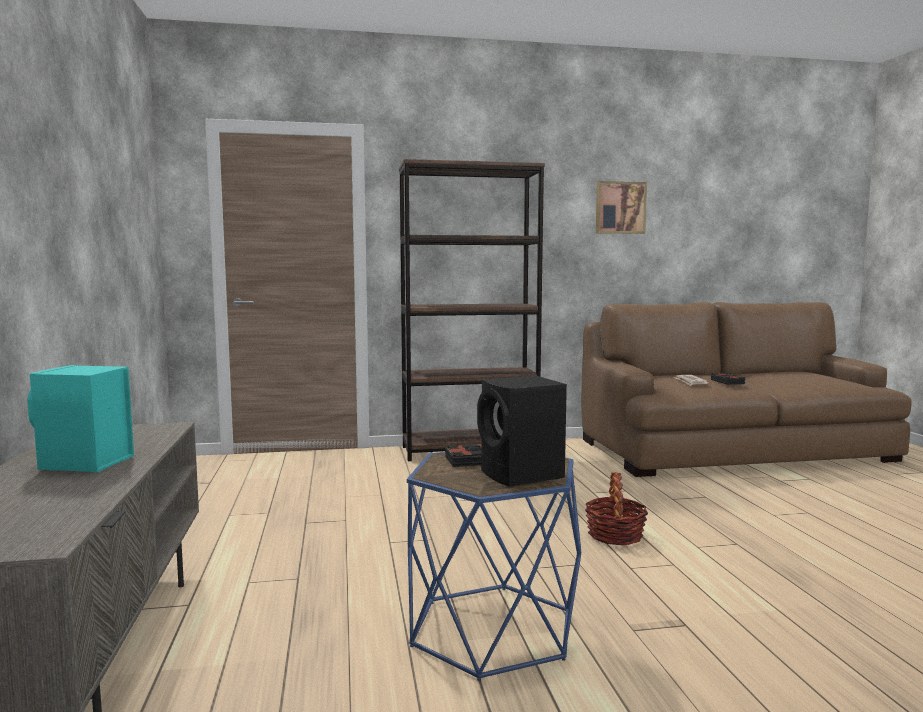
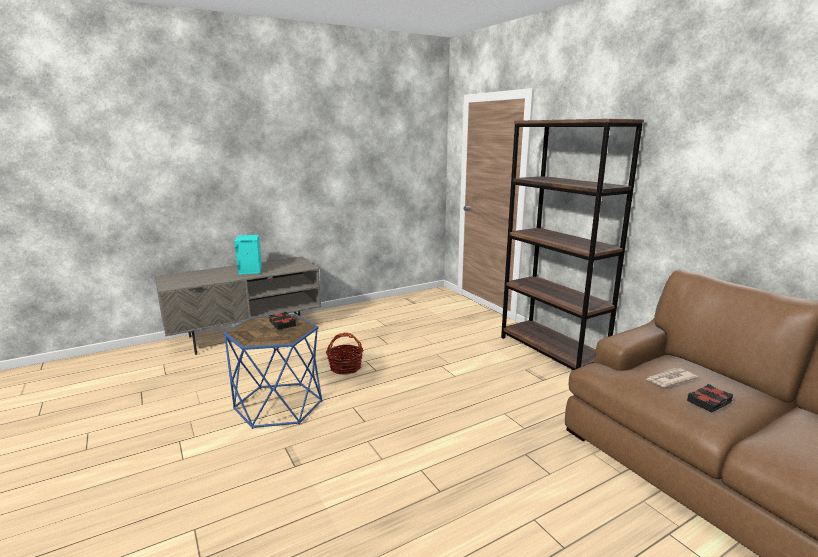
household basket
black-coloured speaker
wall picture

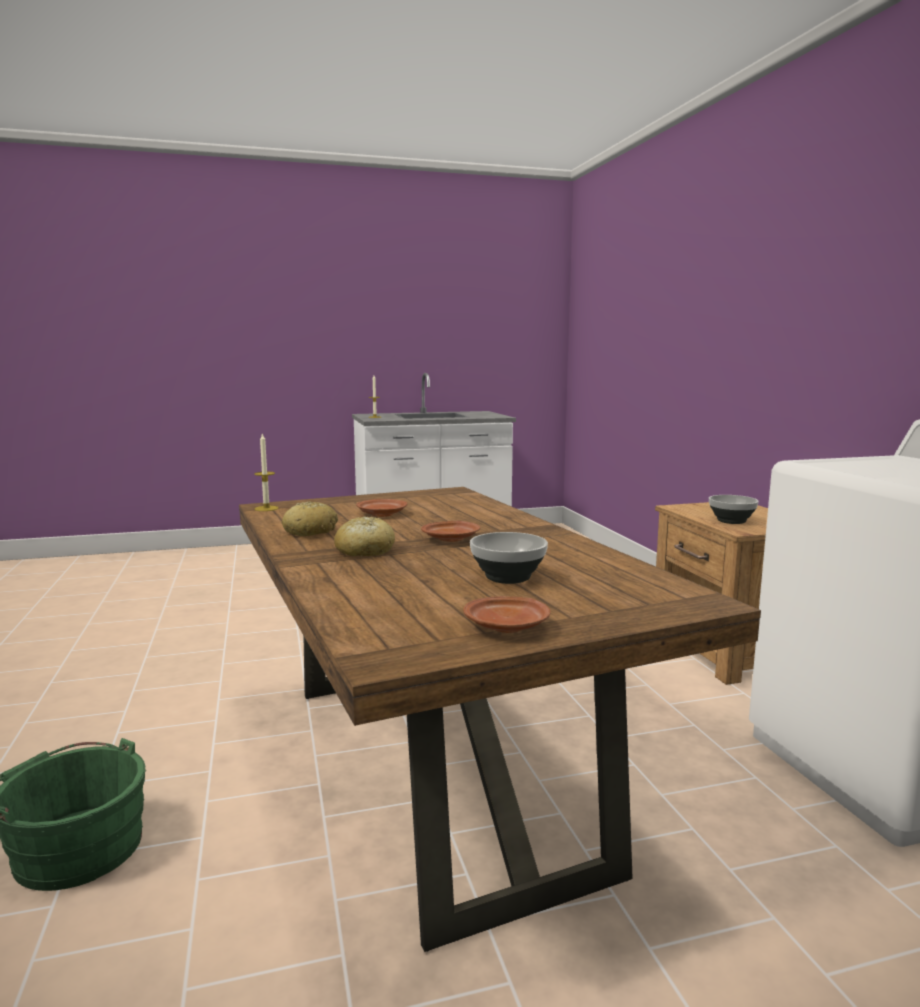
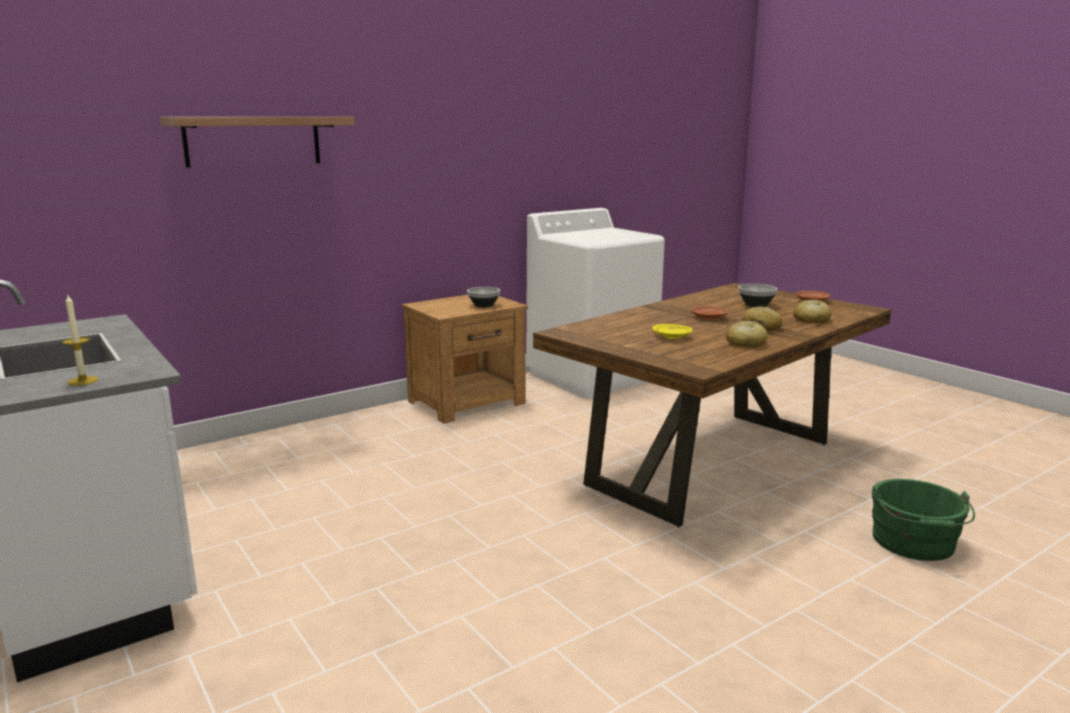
bracket shelf
yellow flat dish
bread (3rd from left)
candle (1st from left in the first image)

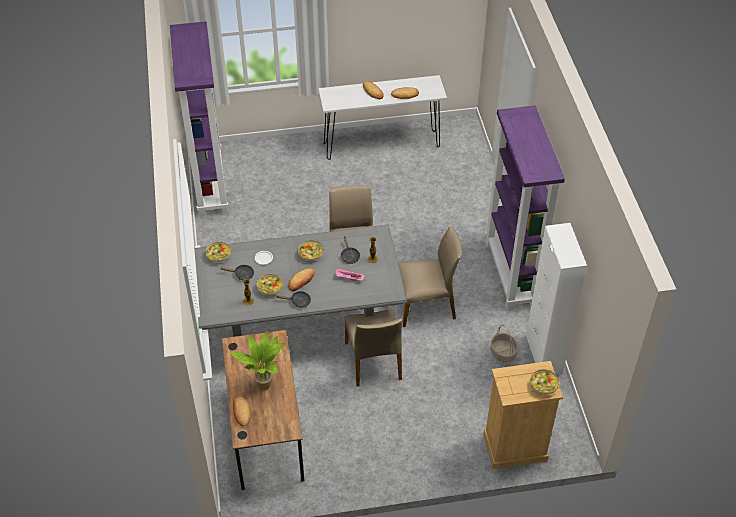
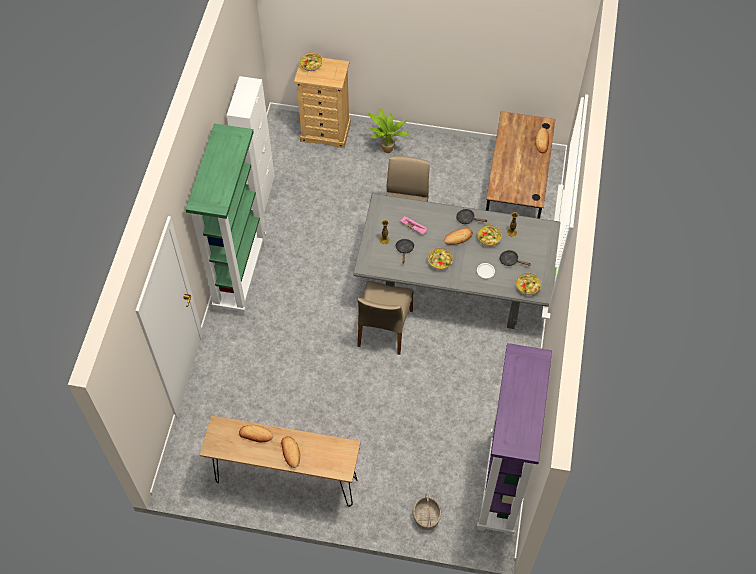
green bookshelf
brown-coloured console table
plant in a pot
household basket
beige chair (3rd from left in the first image)

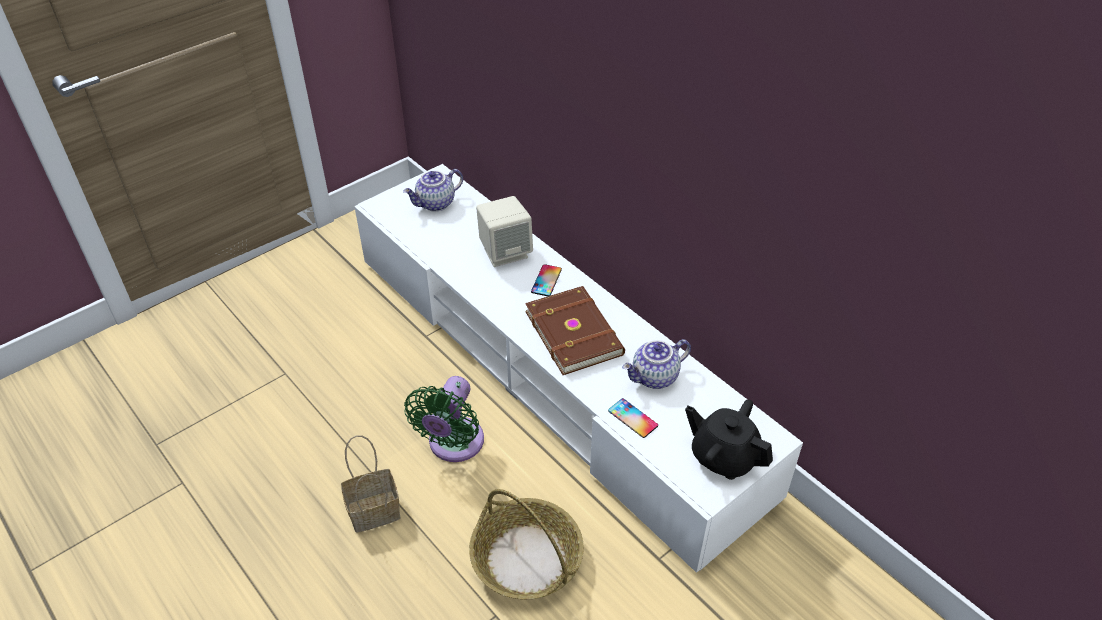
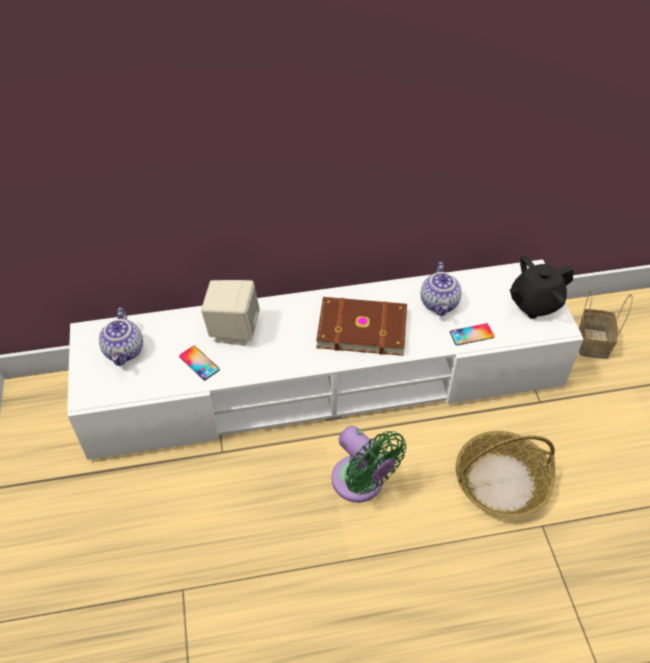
telephone (1st from left)
household basket (2nd from left)

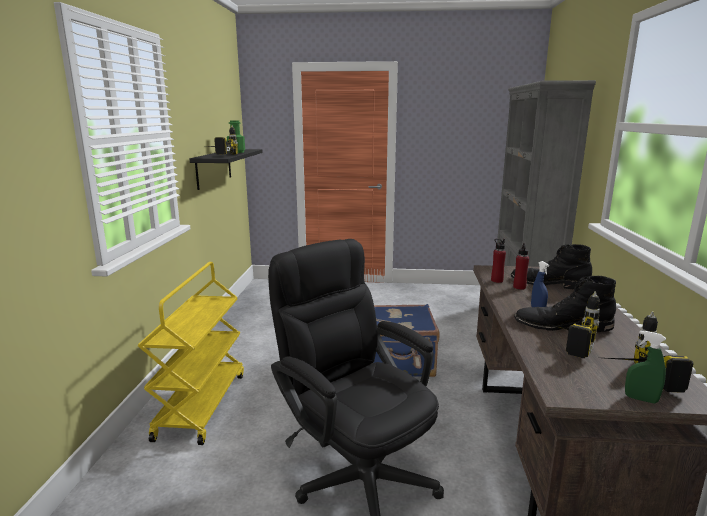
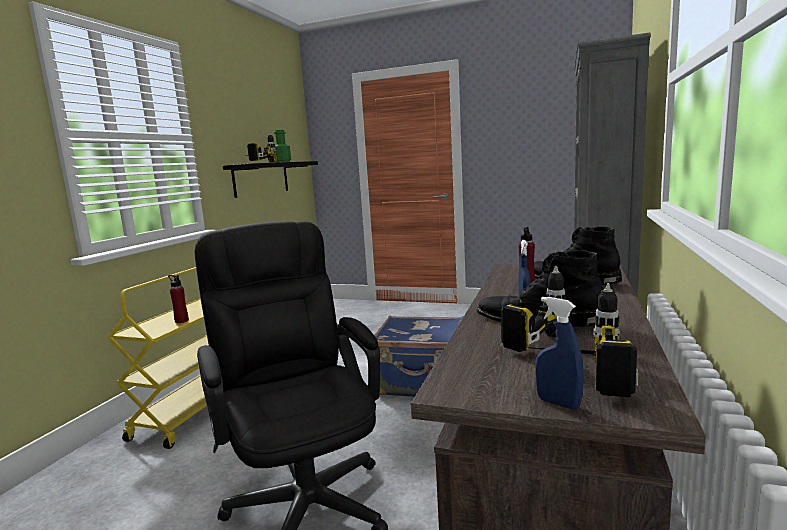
red bottle (1st from left)
blue-coloured sprayer (2nd from left)

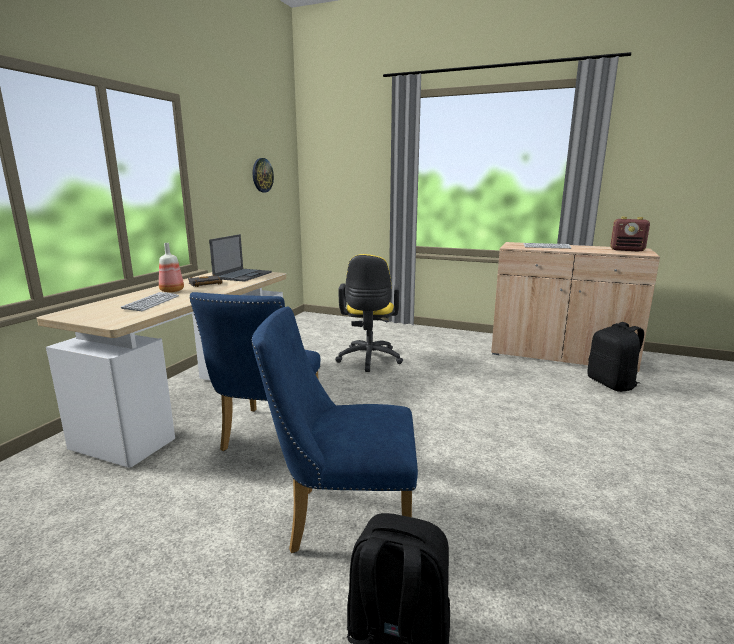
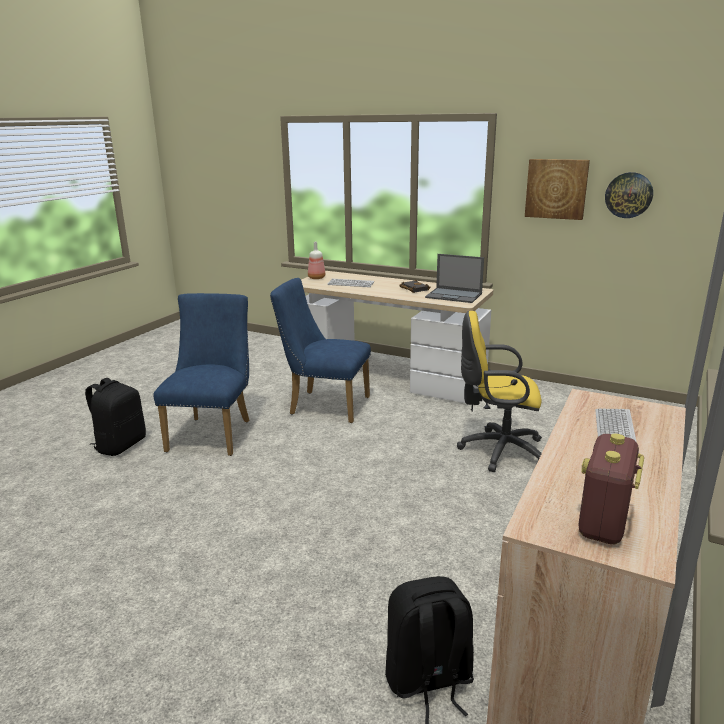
bottle
wall picture

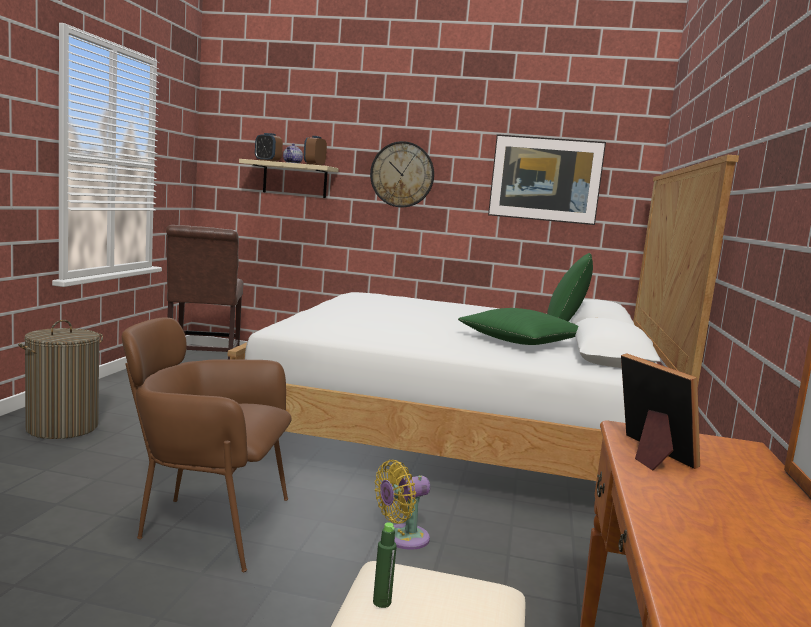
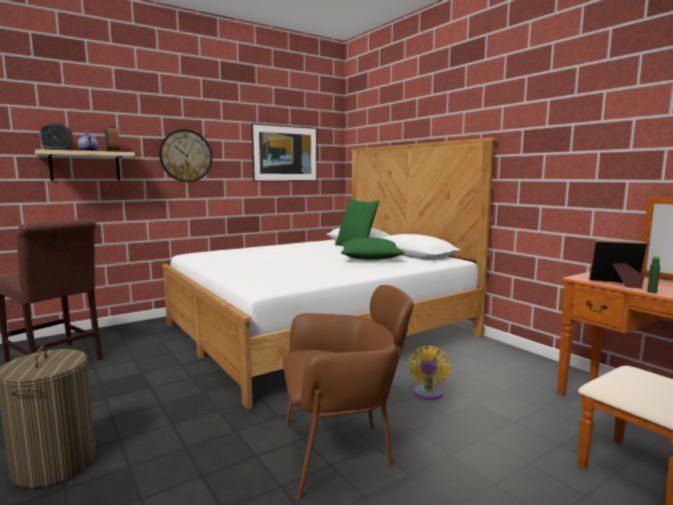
brown-coloured lounge chair
green bottle

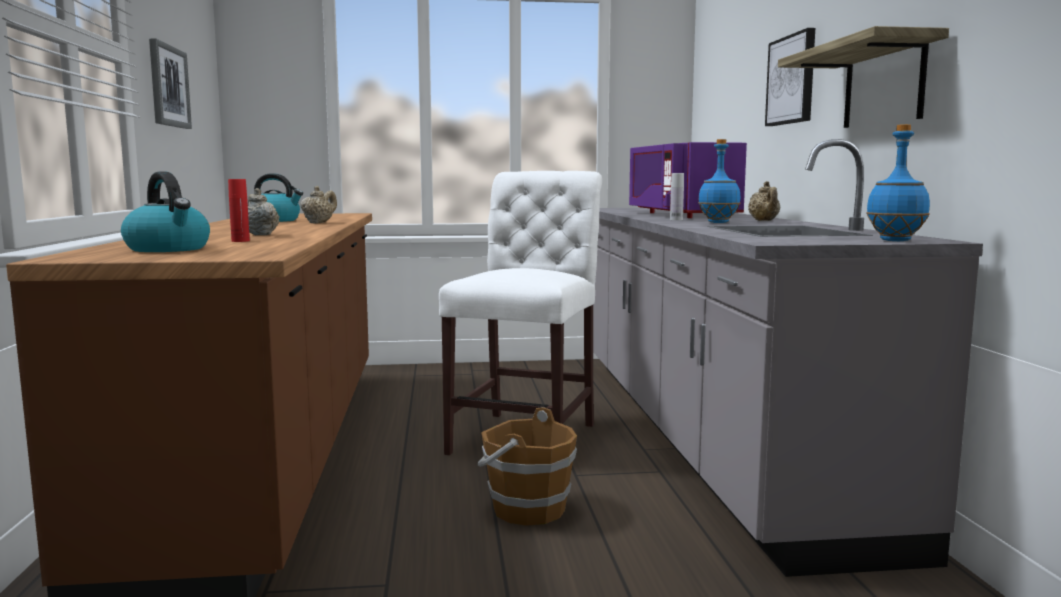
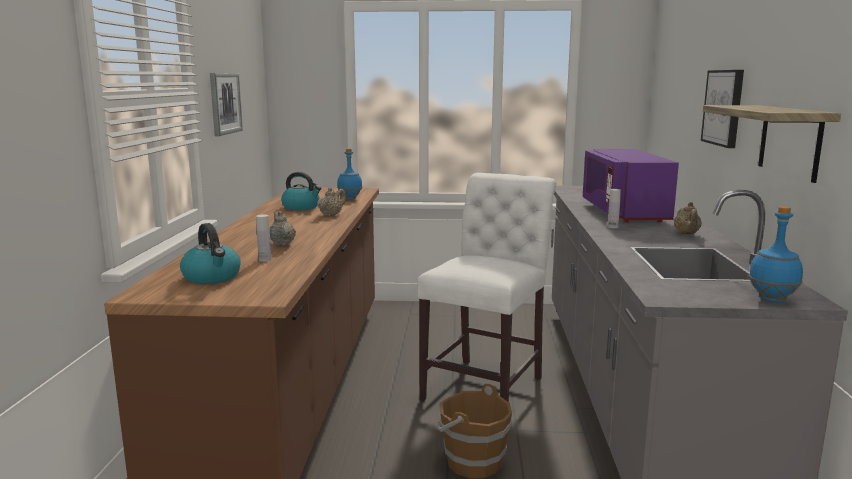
white bottle (1st from left)
blue-coloured bottle (1st from left)

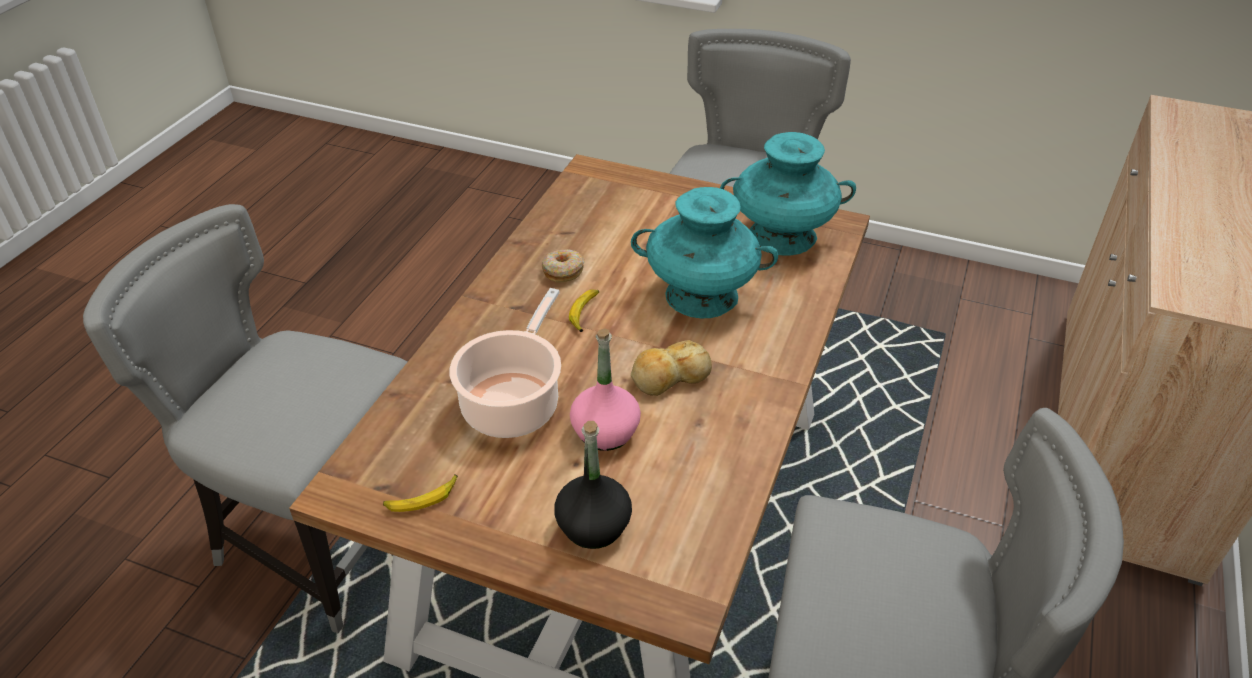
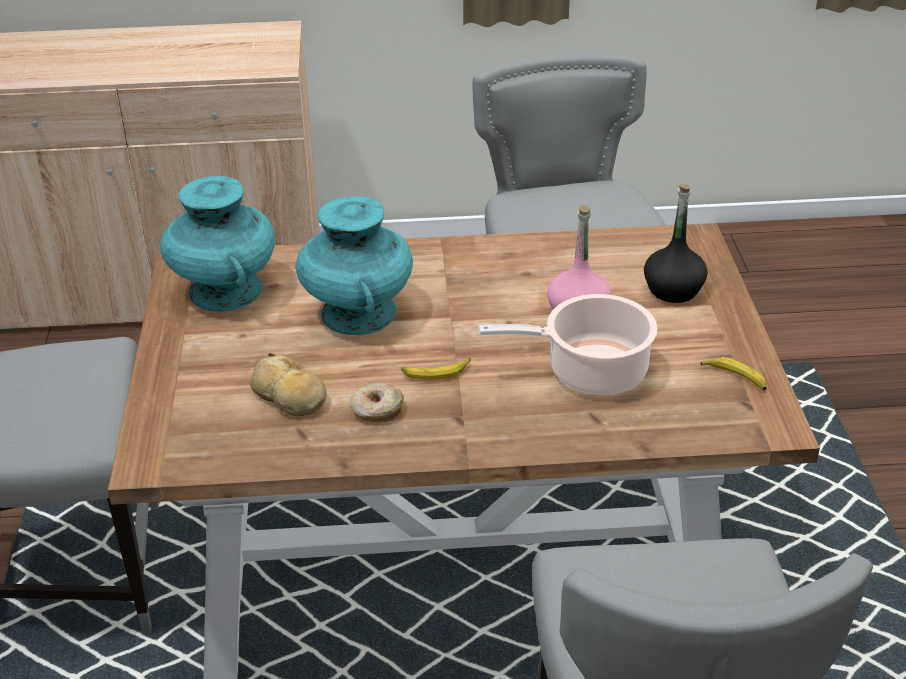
bread

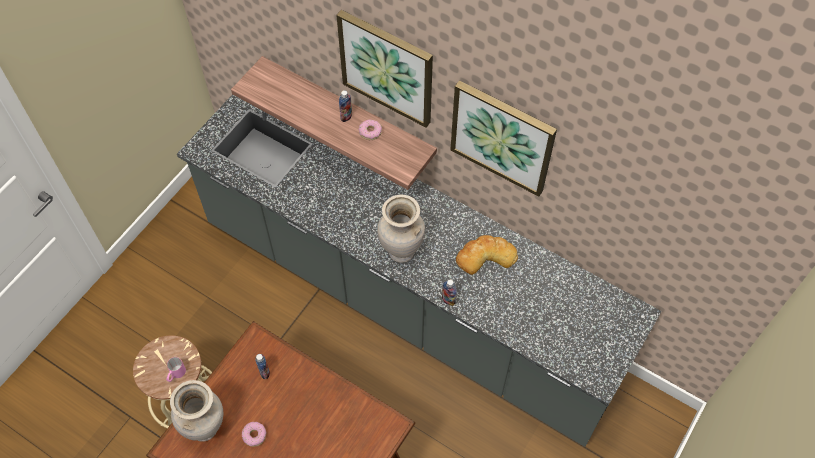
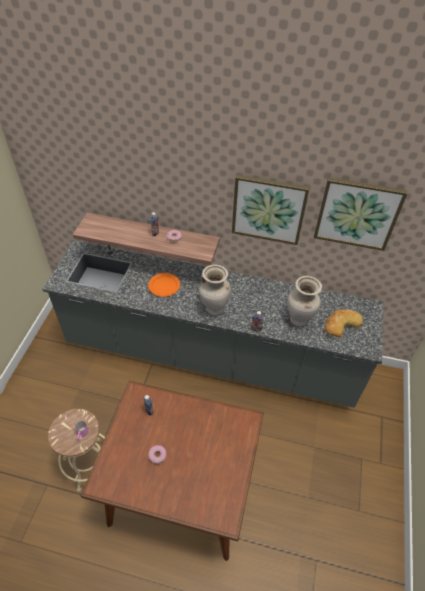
orange-coloured flat dish
beige vase (2nd from left)
wall picture (2nd from left)
bread

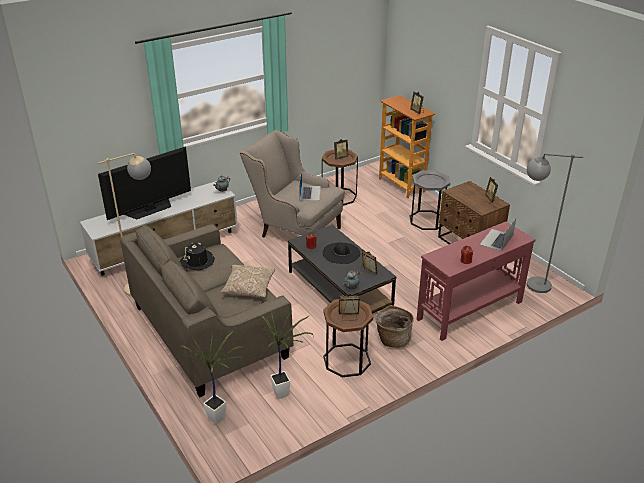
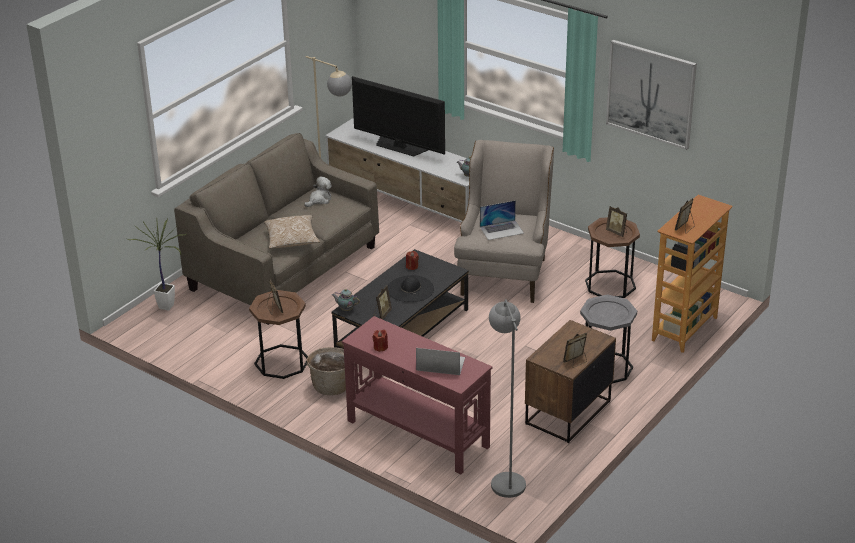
plush toy
wall picture
plant in a pot (2nd from left in the first image)

